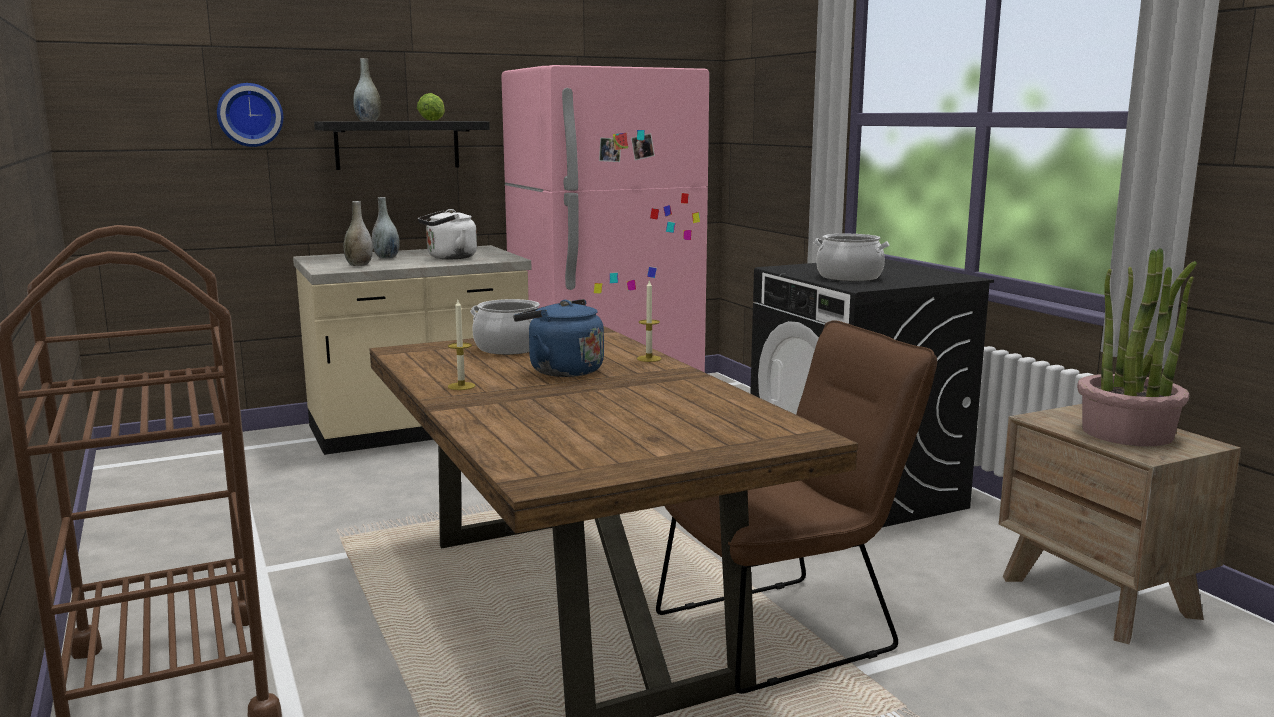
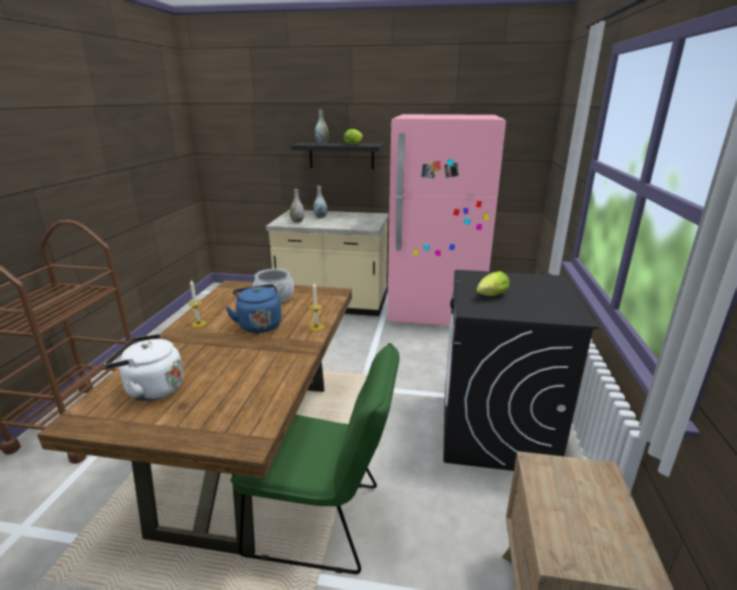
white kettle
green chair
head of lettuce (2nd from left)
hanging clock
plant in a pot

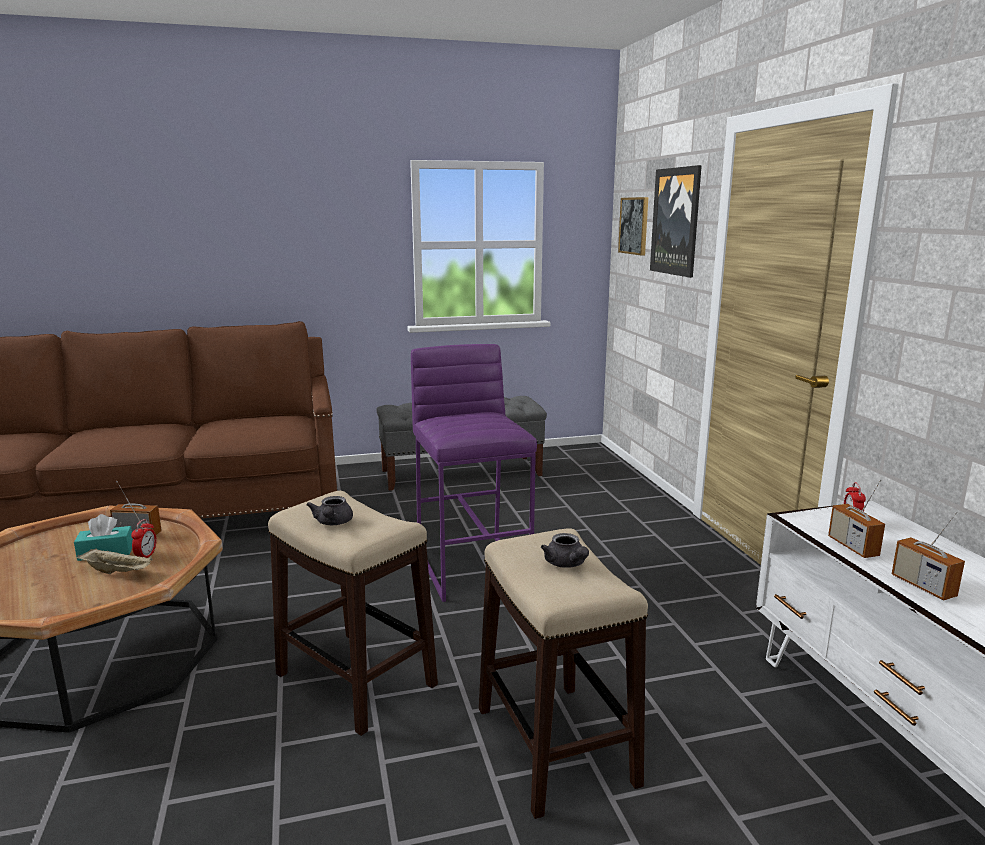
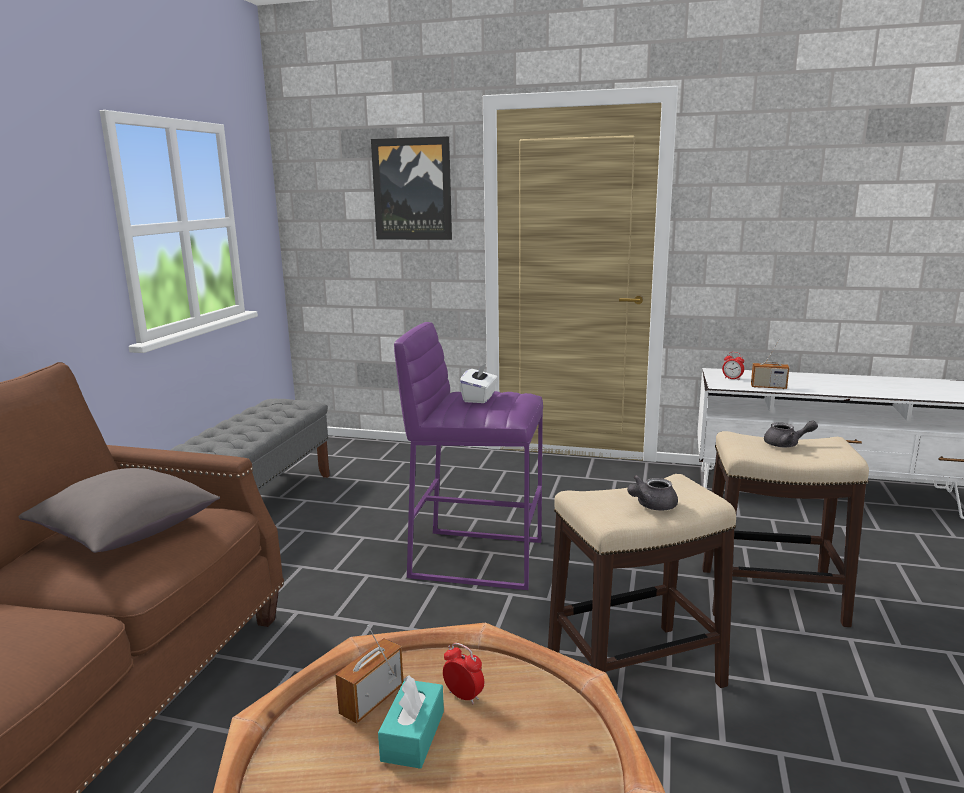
greyish throw pillow
white box of tissues
greyish pot for tea (1st from left)
beige carrying tray
wall picture (1st from left in the first image)
radio set (3rd from left in the first image)

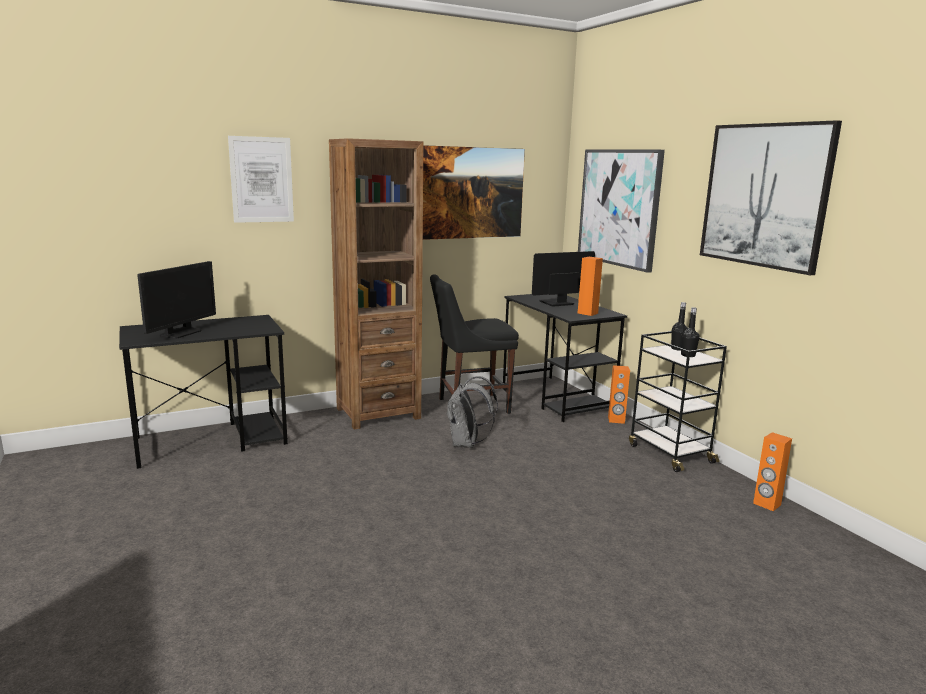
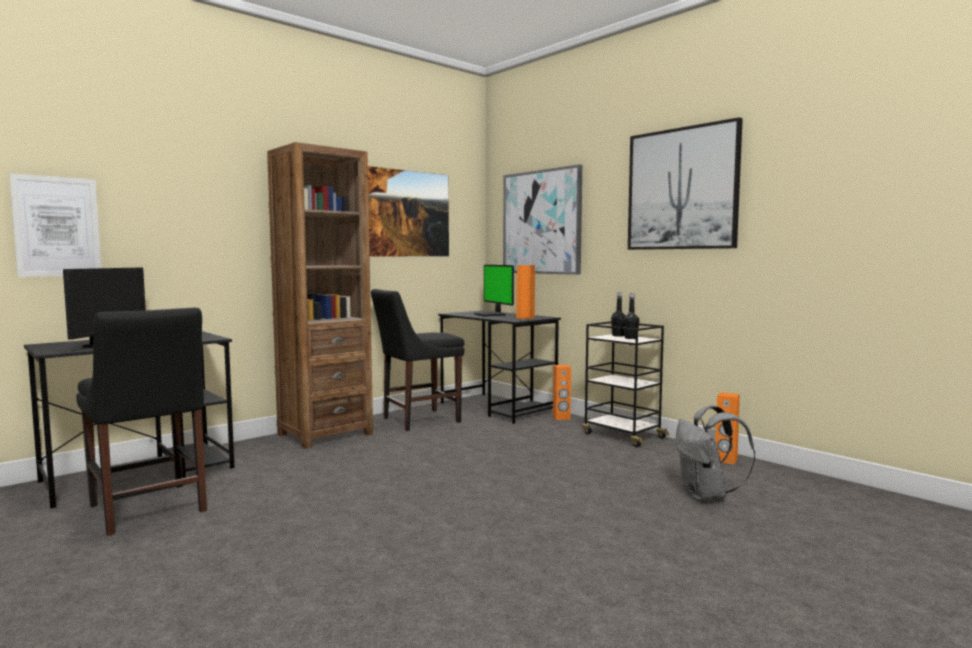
wall picture (1st from left)
black-coloured chair (1st from left)
computer display (2nd from left)
greyish backpack

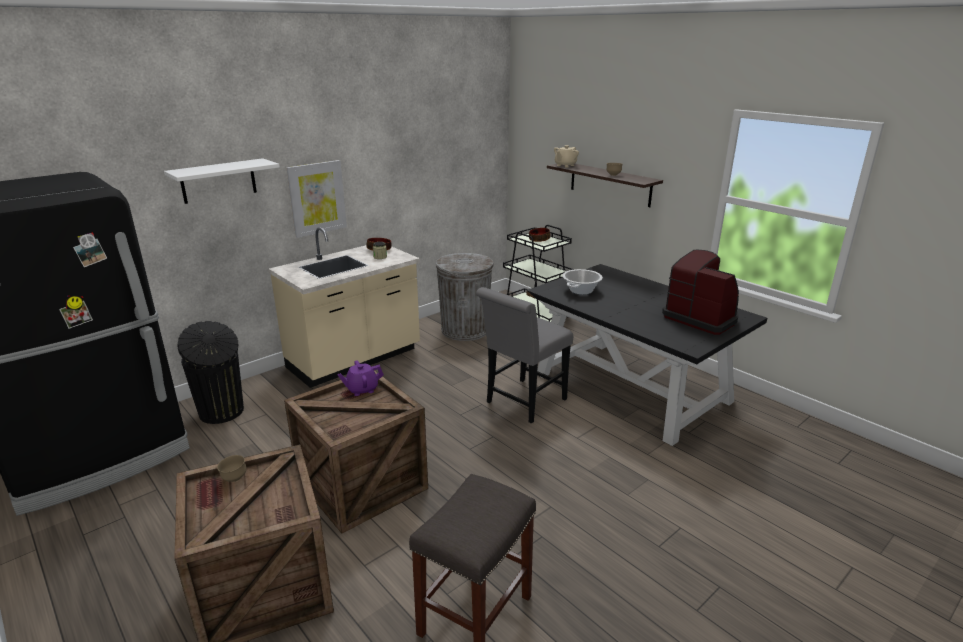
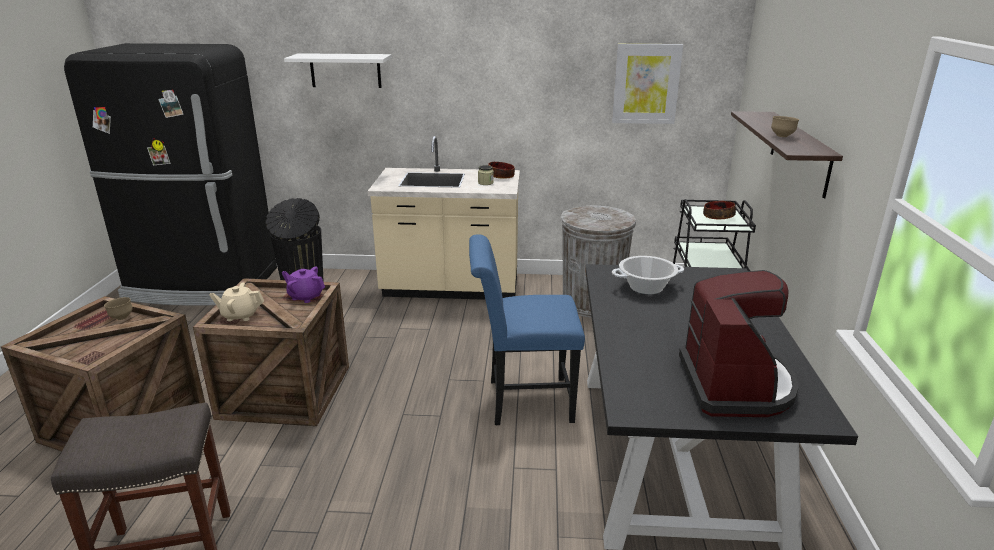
beige pot for tea
blue-coloured chair
wall picture

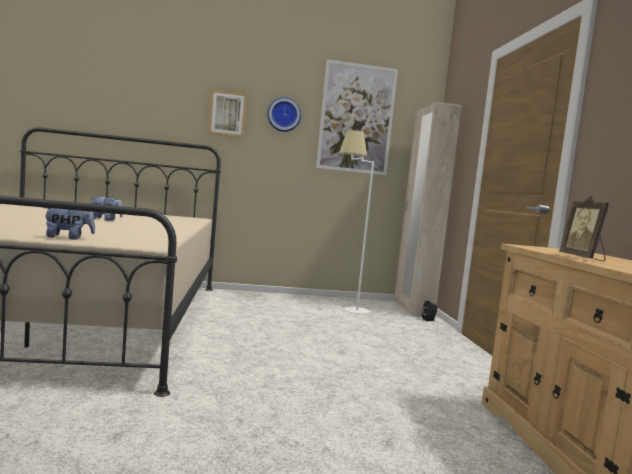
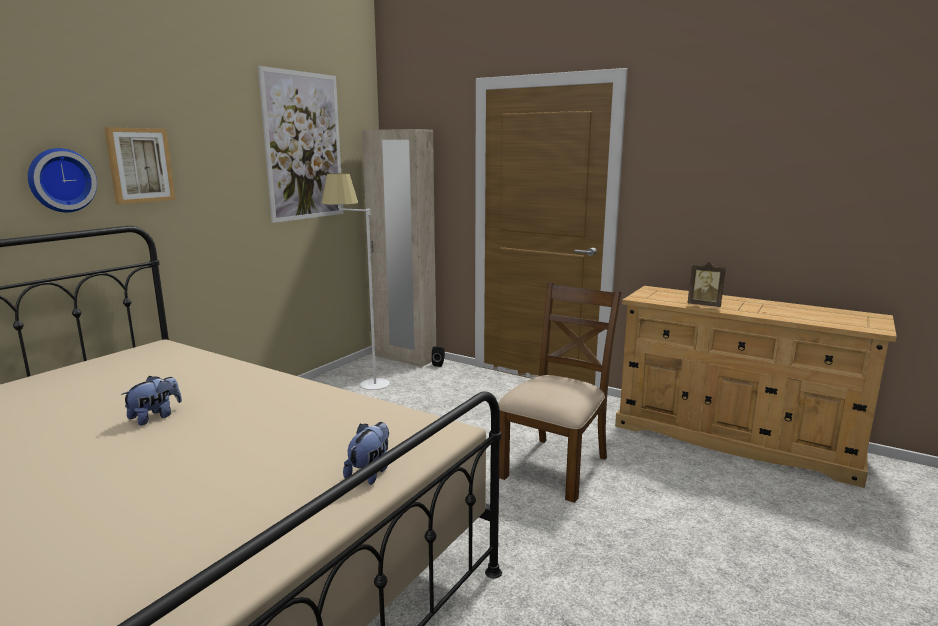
hanging clock
brown-coloured chair

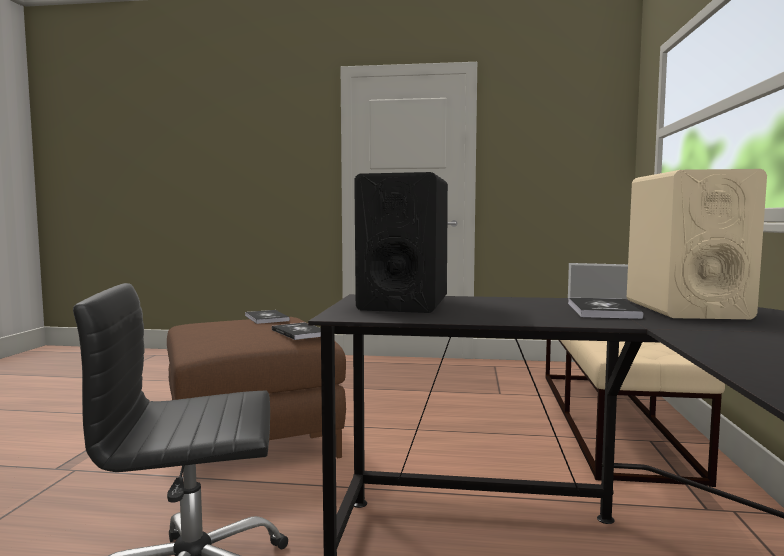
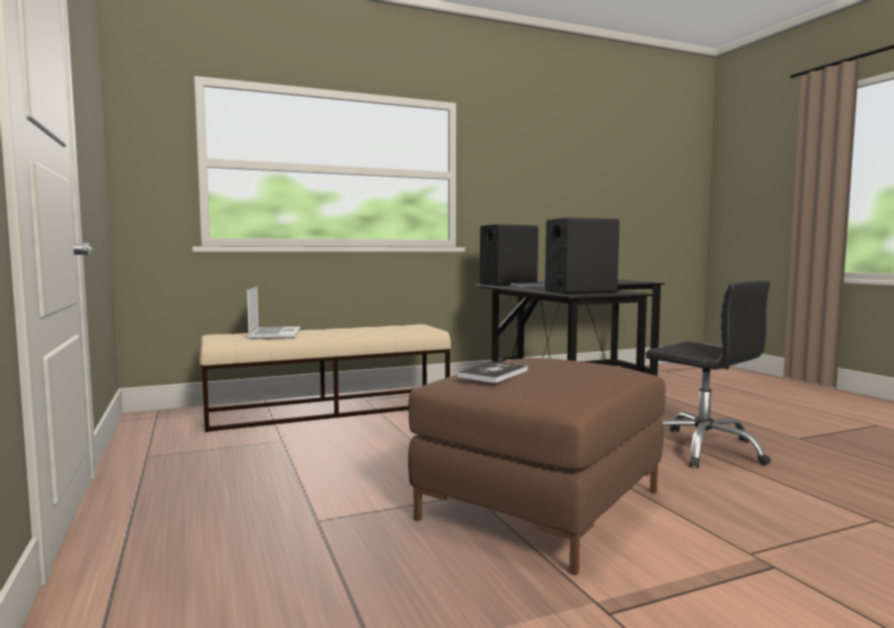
black-coloured speaker (1st from left)
volume (2nd from left in the first image)

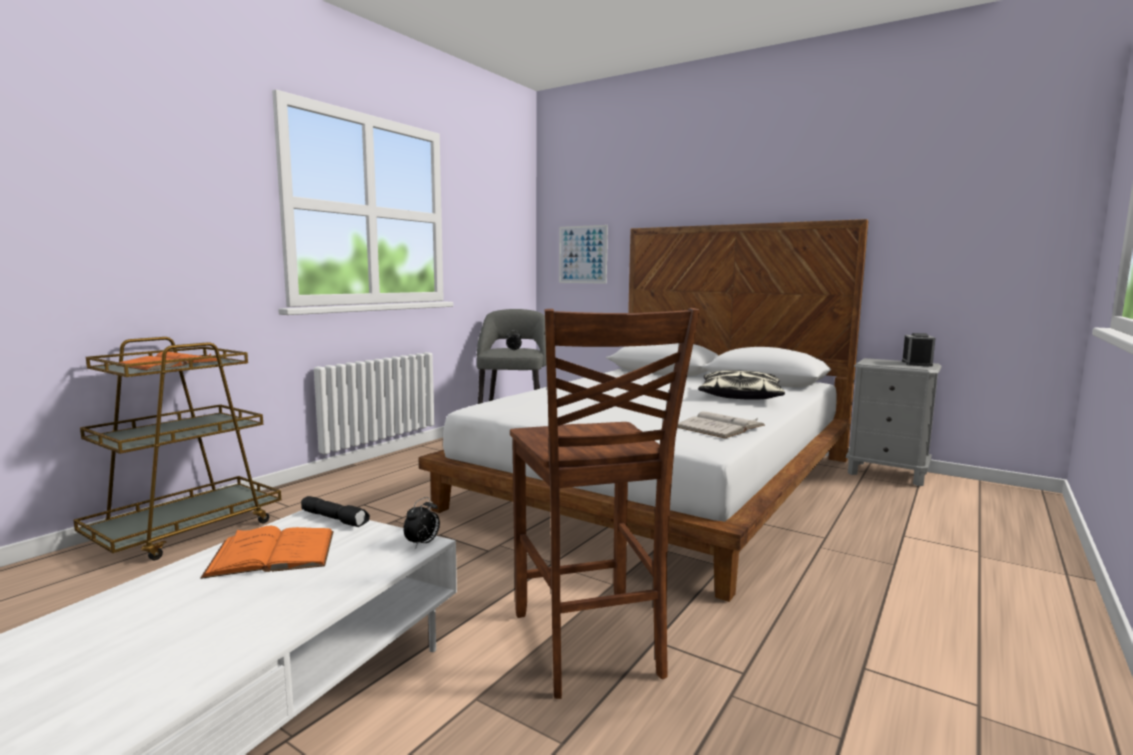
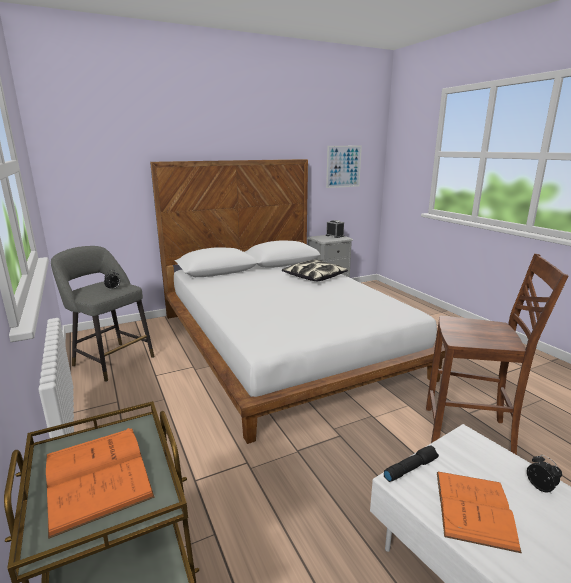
wall picture
alarm clock (3rd from left)
white volume

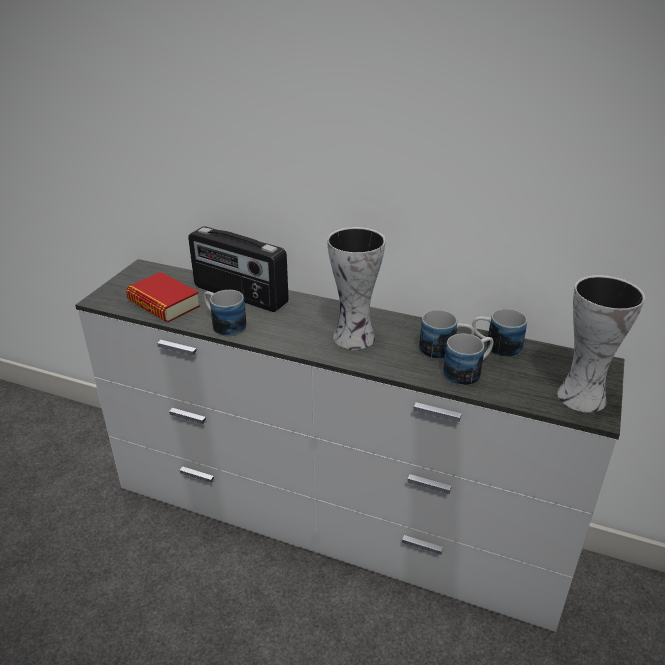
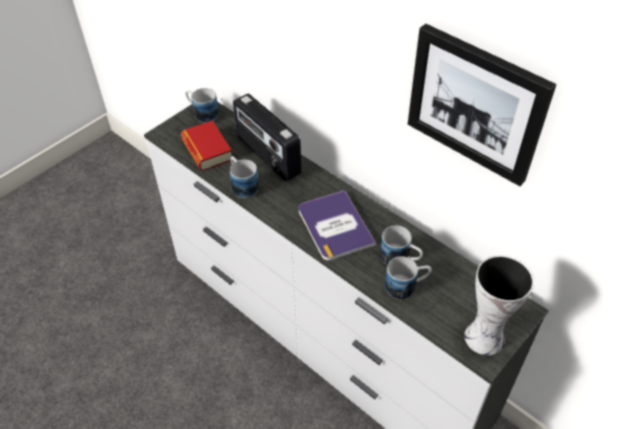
tea mug (1st from left)
volume (2nd from left)
wall picture

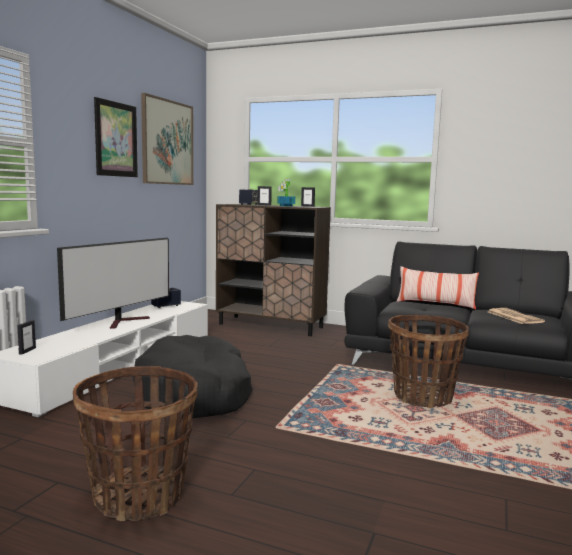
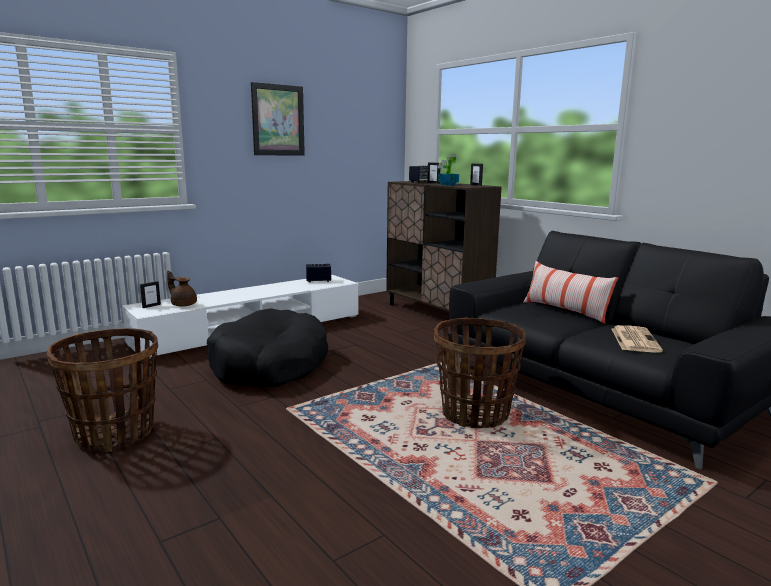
brown-coloured pot for tea
TV set
wall picture (2nd from left in the first image)

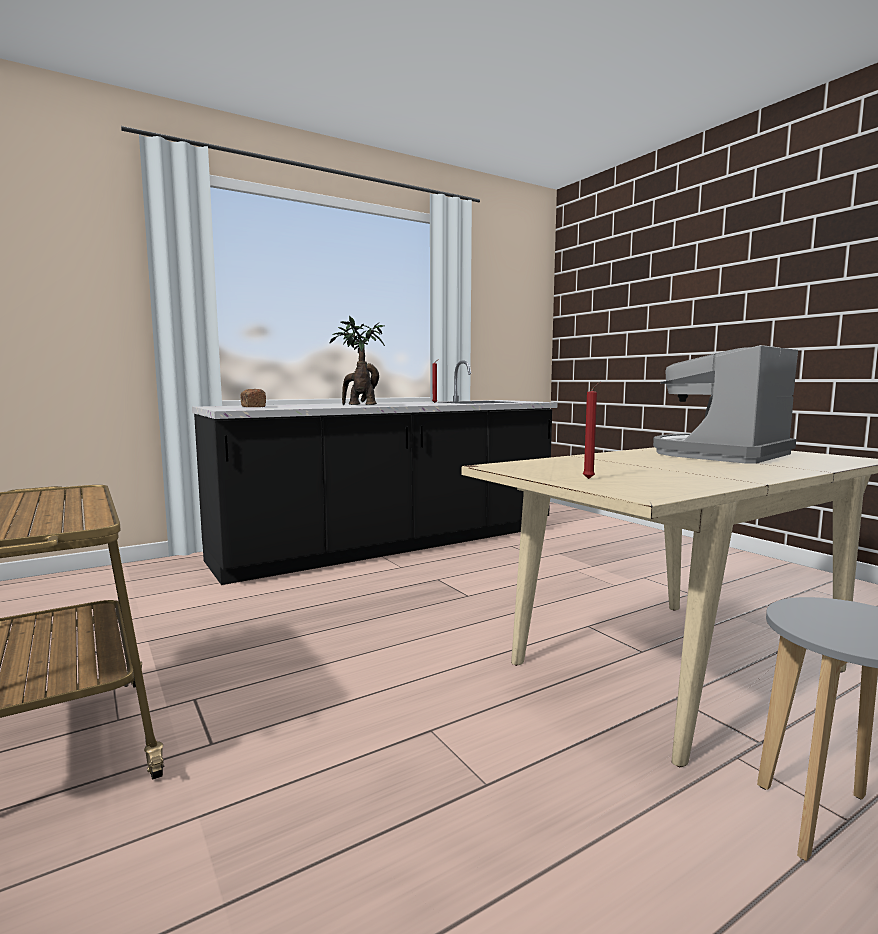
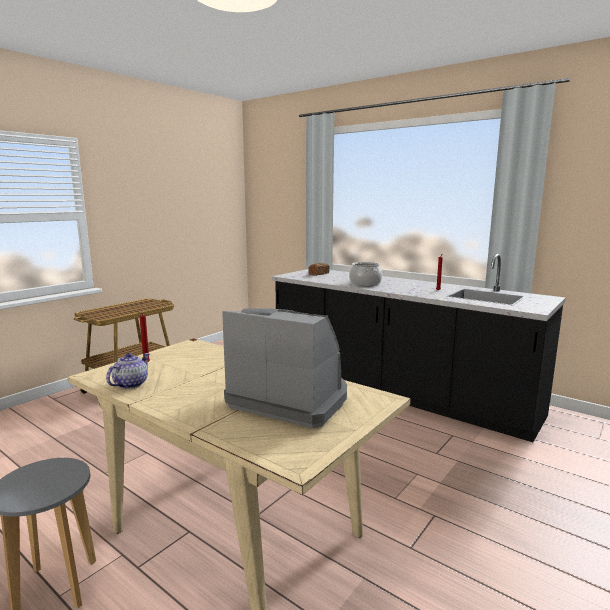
pot for tea
stockpot

